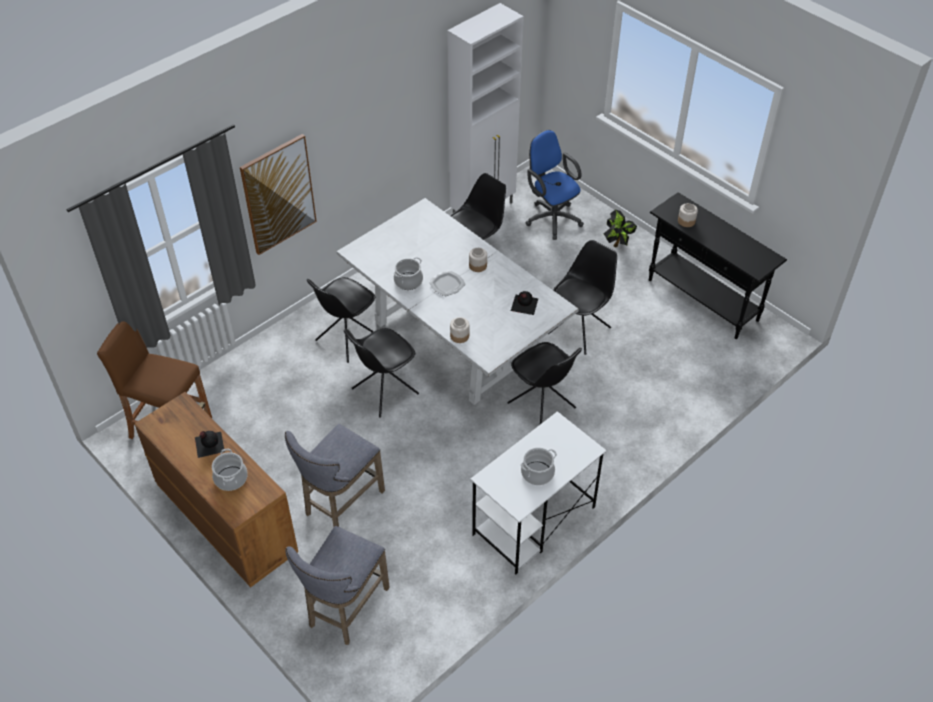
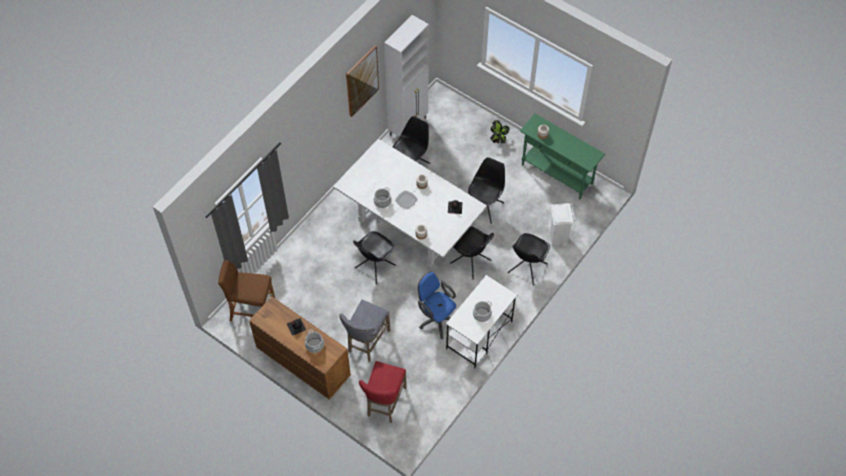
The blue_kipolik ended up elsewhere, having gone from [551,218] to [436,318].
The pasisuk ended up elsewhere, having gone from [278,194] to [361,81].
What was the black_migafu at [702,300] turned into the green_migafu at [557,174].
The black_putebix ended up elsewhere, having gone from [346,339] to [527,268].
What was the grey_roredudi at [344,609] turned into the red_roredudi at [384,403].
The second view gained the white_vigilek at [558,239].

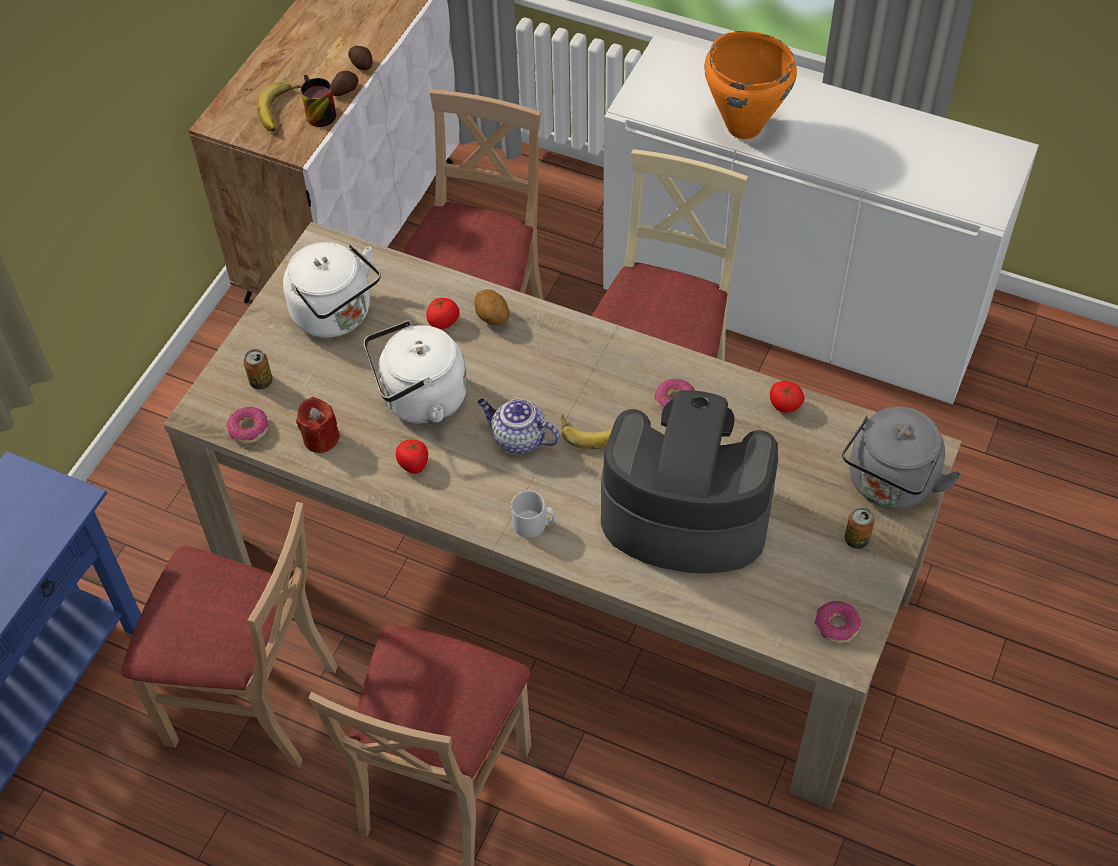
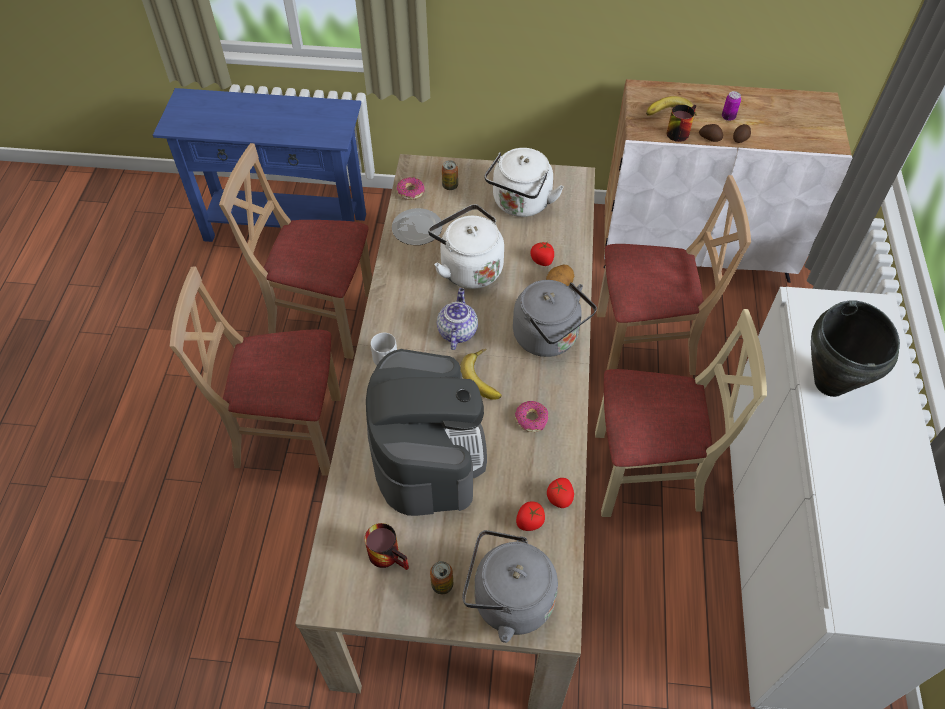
What was the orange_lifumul at [743,126] turned into the black_lifumul at [830,383].
Where the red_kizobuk stood at [320,438], the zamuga came to stand at [416,228].
The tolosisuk ended up elsewhere, having gone from [413,464] to [529,522].
The beige_putebix at [252,700] ended up facing another way, 105 degrees clockwise from before.
The second view lost the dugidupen at [836,626].
The second view gained the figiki at [728,117].
The second view gained the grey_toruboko at [549,338].
The second view gained the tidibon at [390,554].

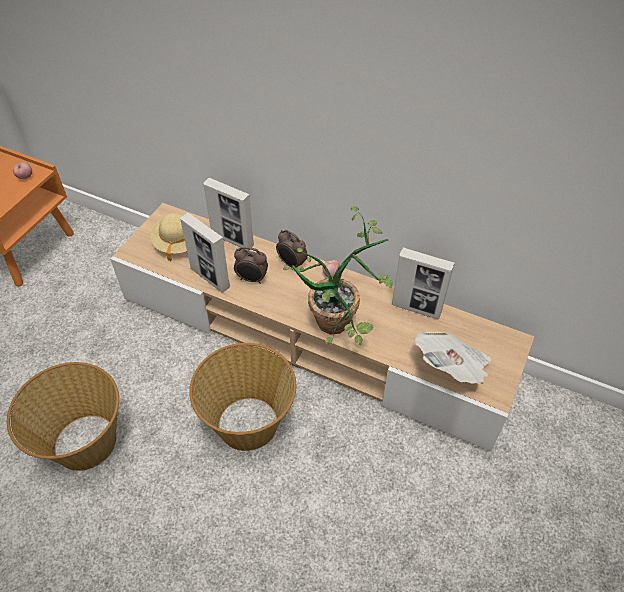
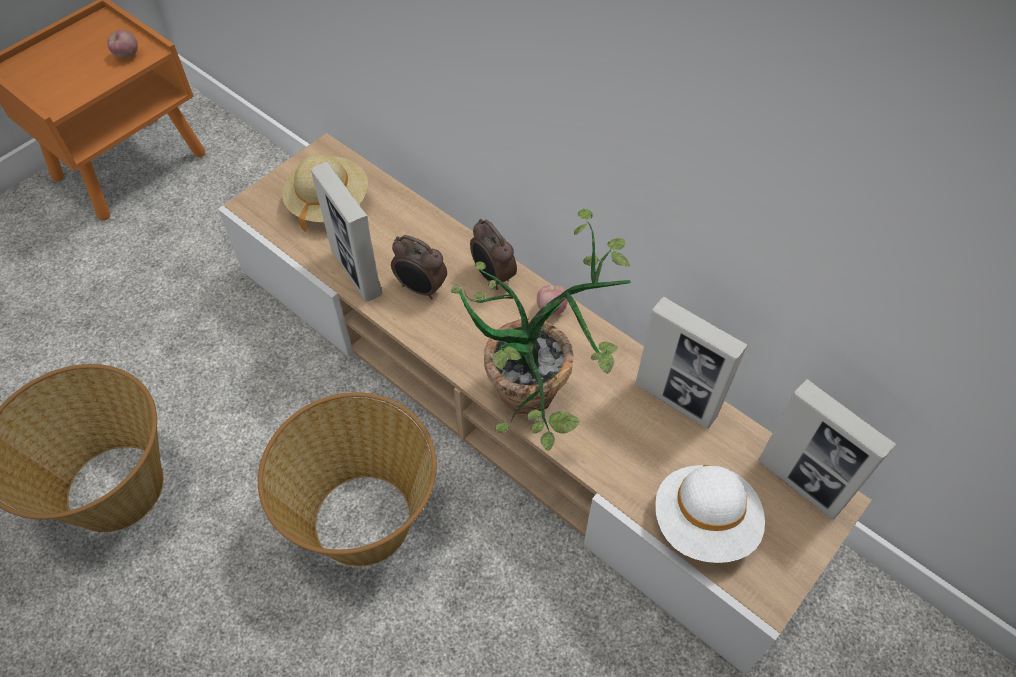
The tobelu ended up elsewhere, having gone from [232,240] to [800,484].
Where the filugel stood at [452,368], the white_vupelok came to stand at [704,523].

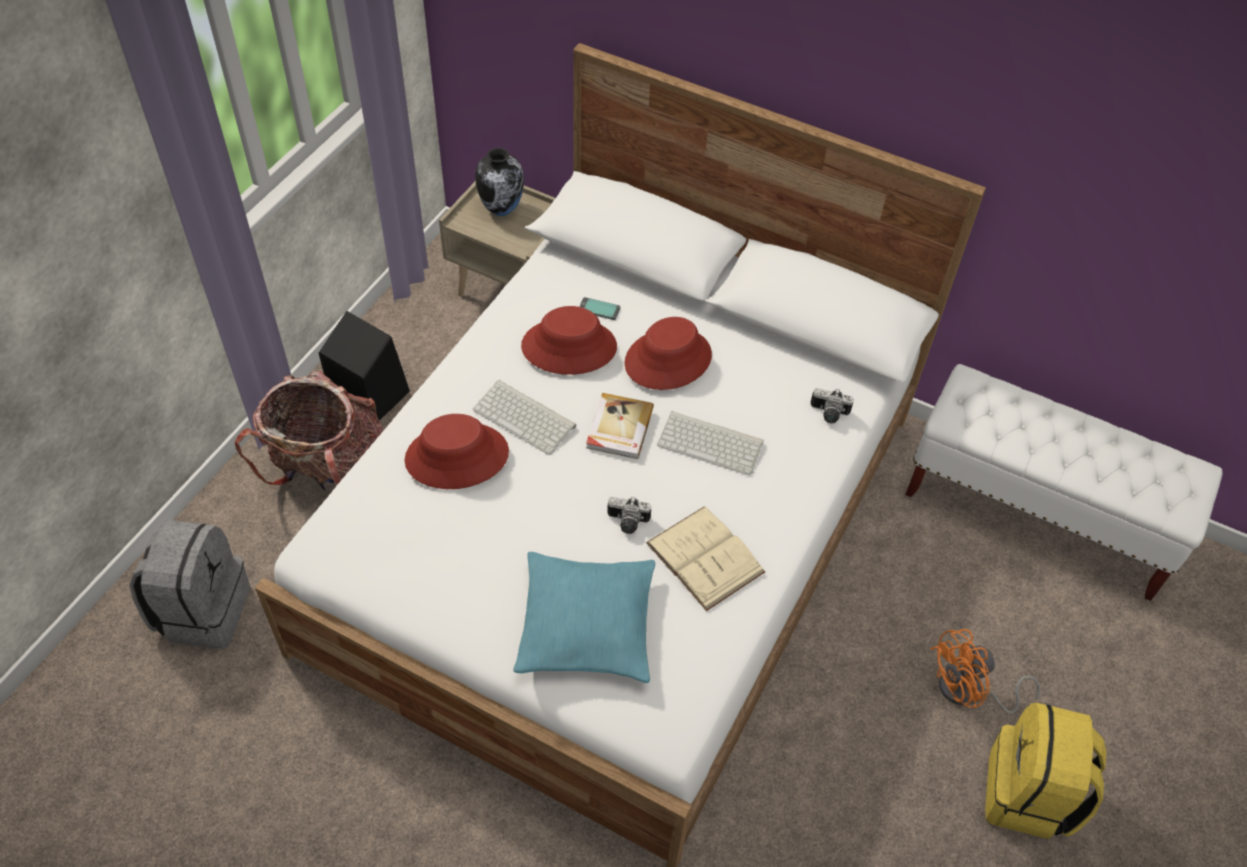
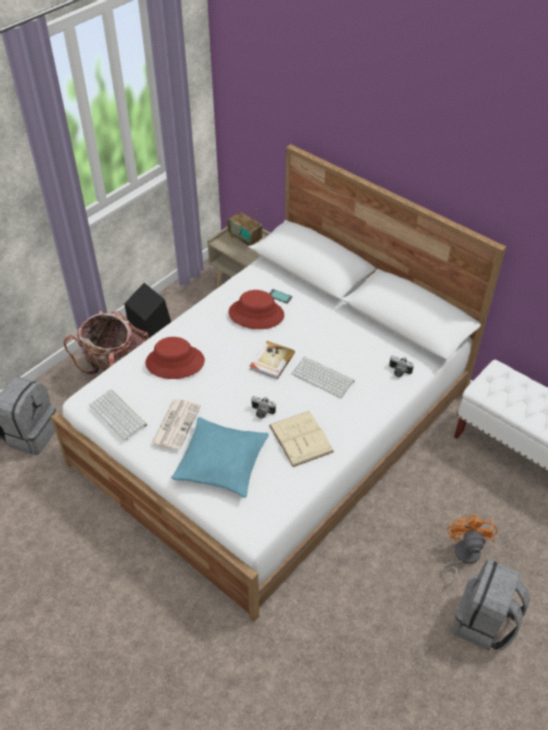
Where the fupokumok stood at [502,209], the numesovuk came to stand at [245,239].
The second view lost the red_vupelok at [668,359].
The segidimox ended up elsewhere, having gone from [526,417] to [119,415].
The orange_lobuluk at [968,692] ended up facing another way, 105 degrees clockwise from before.
What was the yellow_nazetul at [1029,795] turned into the grey_nazetul at [484,623].
The second view gained the filugel at [176,424].

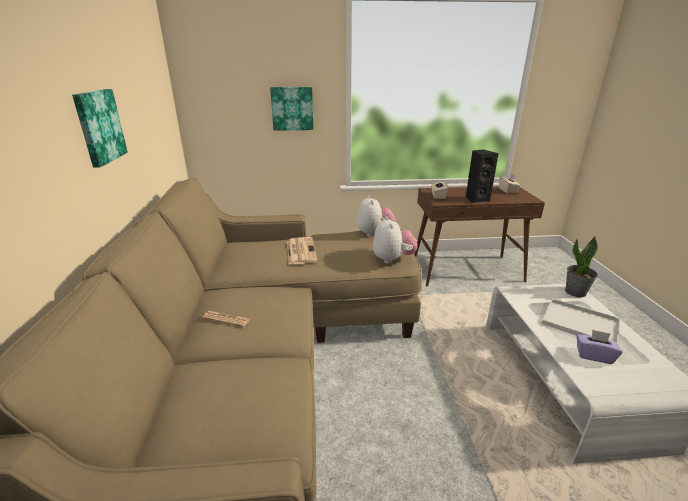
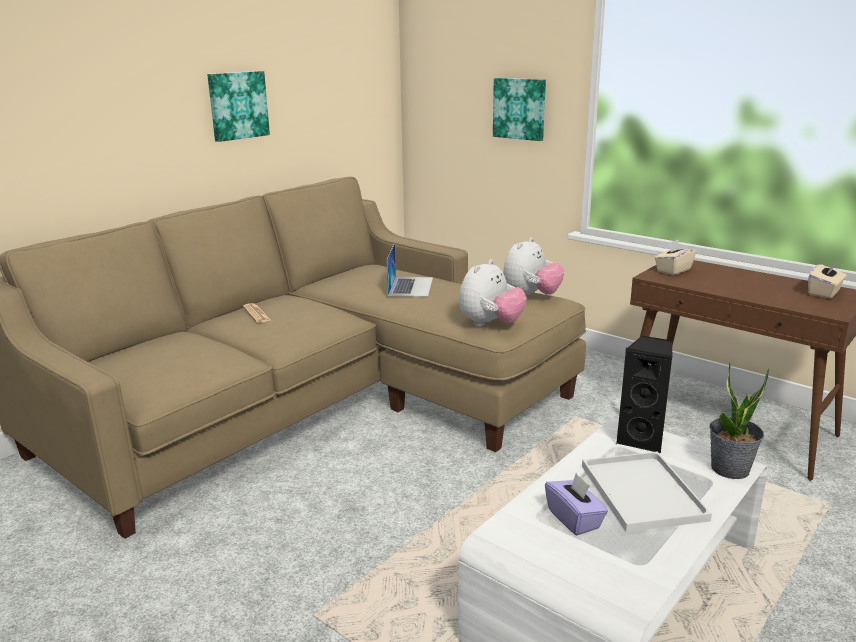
The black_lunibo ended up elsewhere, having gone from [476,199] to [642,440].
Where the filugel stood at [300,251], the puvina came to stand at [410,286].

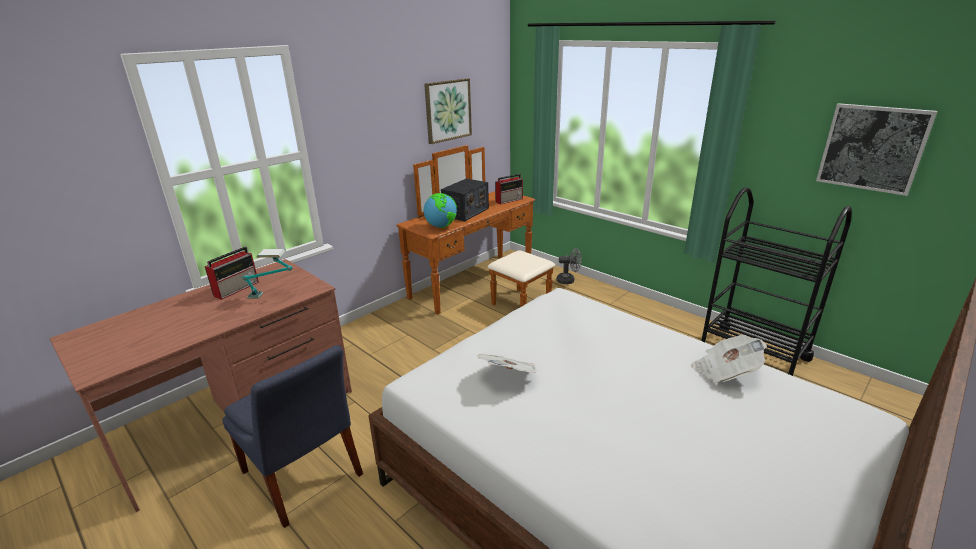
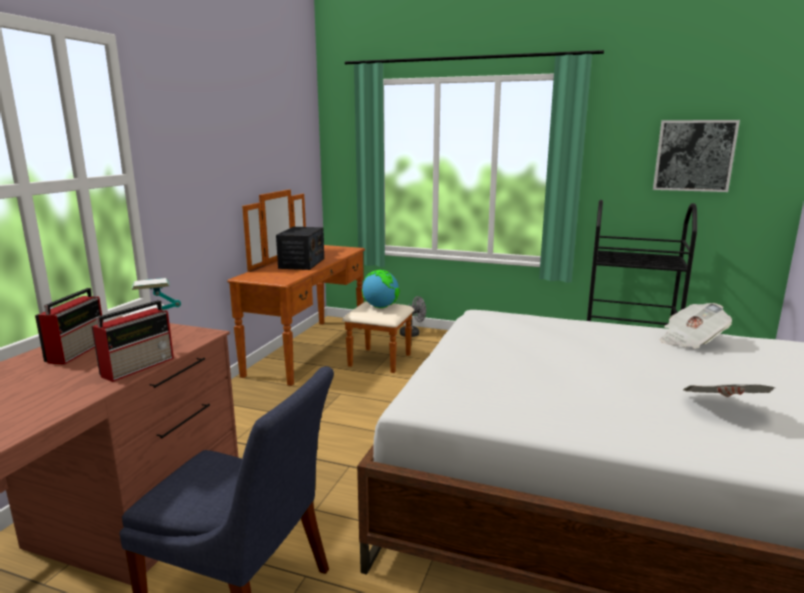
The second view lost the pasisuk at [447,110].
The numesovuk ended up elsewhere, having gone from [509,200] to [139,366].
The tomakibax ended up elsewhere, having gone from [441,226] to [380,307].
The filugel ended up elsewhere, having gone from [510,376] to [722,409].

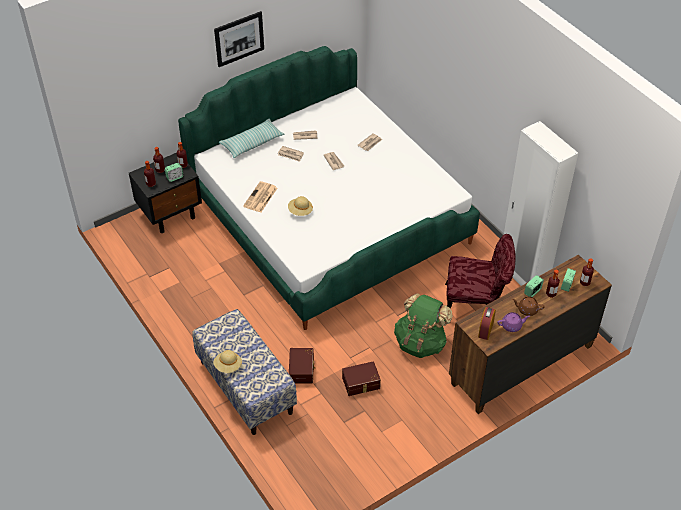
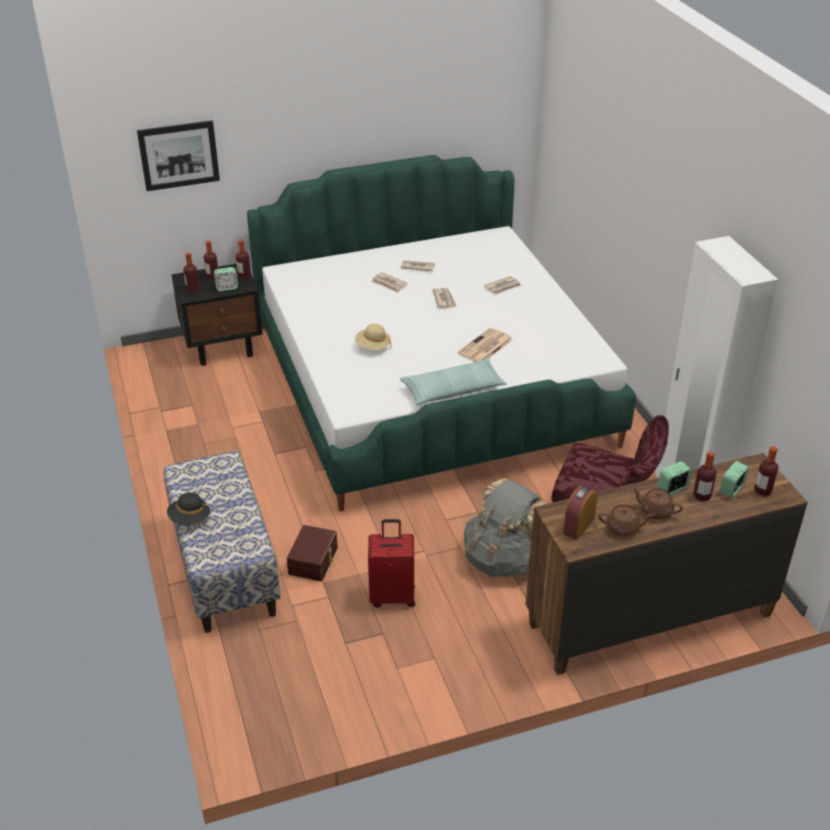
The pasisuk ended up elsewhere, having gone from [239,39] to [179,155].
The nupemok ended up elsewhere, having gone from [252,143] to [453,390].
The filugel ended up elsewhere, having gone from [260,198] to [485,347].
What was the green_nazetul at [420,342] turned into the grey_nazetul at [502,559].
What was the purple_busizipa at [512,326] turned into the brown_busizipa at [623,528].
What was the beige_vupelok at [228,366] turned into the black_vupelok at [189,519].
Where the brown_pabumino stood at [361,383], the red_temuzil came to stand at [392,596].

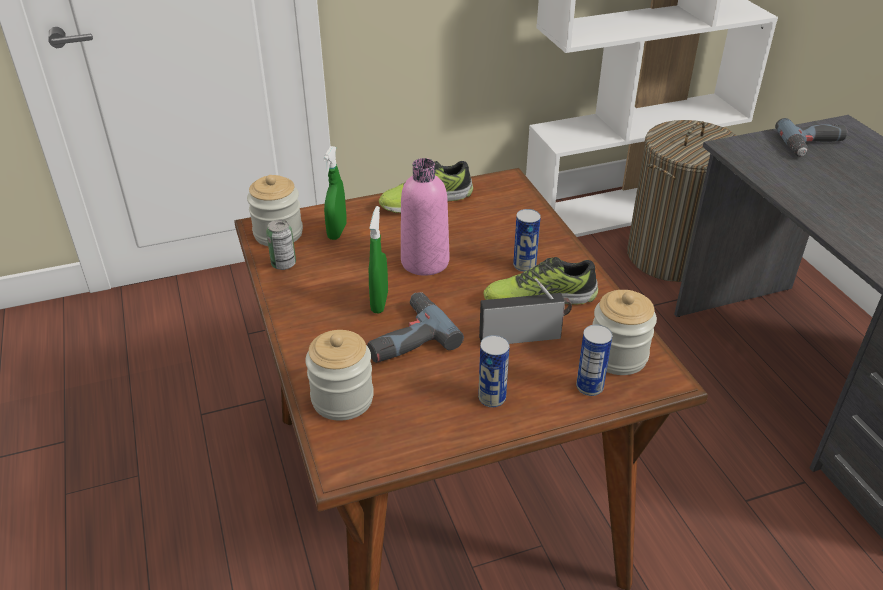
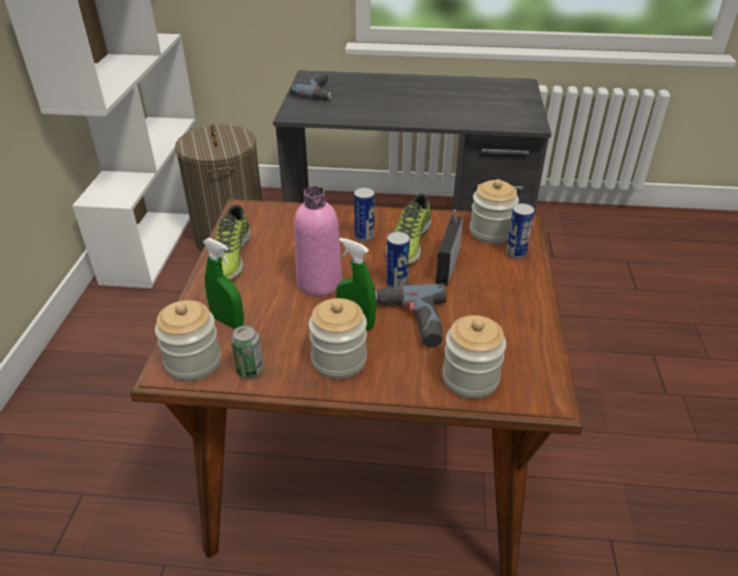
The figiki ended up elsewhere, having gone from [492,398] to [396,283].
The second view gained the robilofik at [339,360].

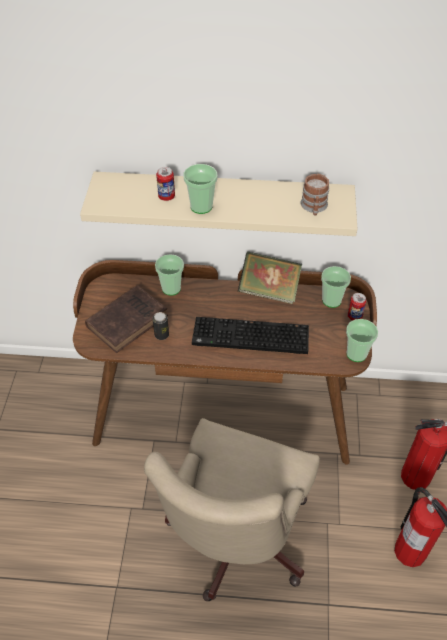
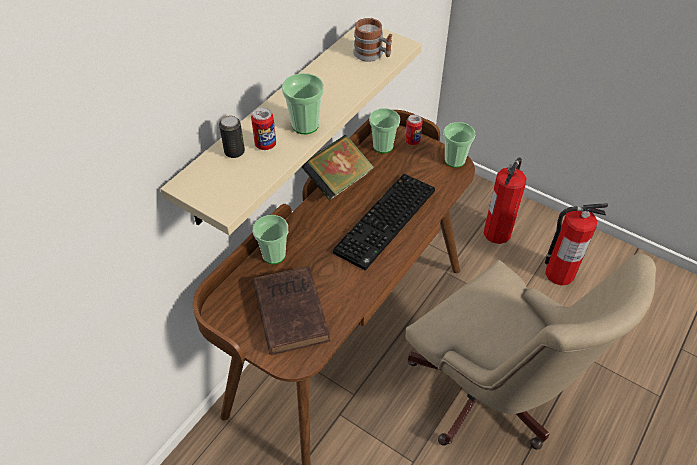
The figiki ended up elsewhere, having gone from [161,335] to [234,152].

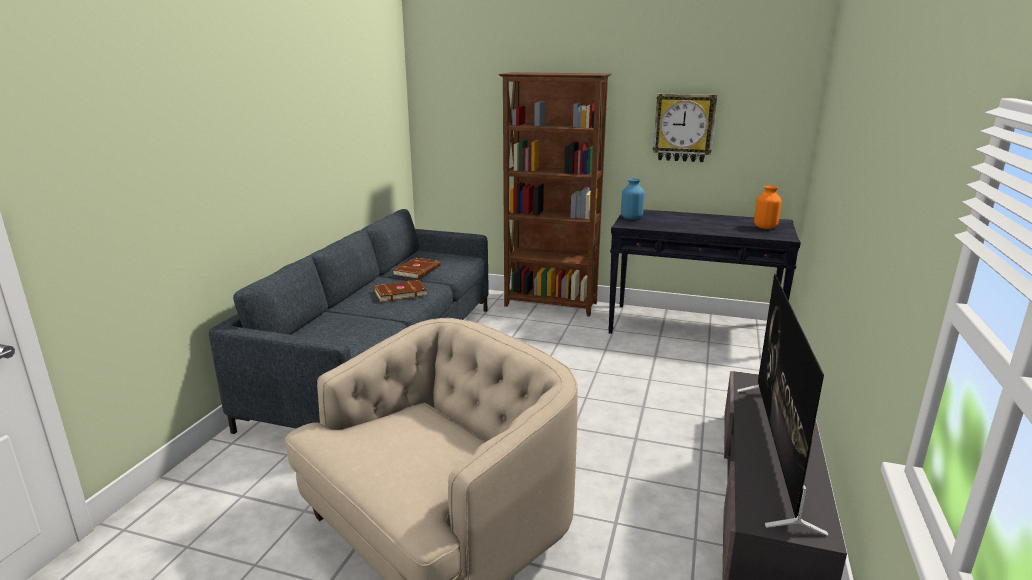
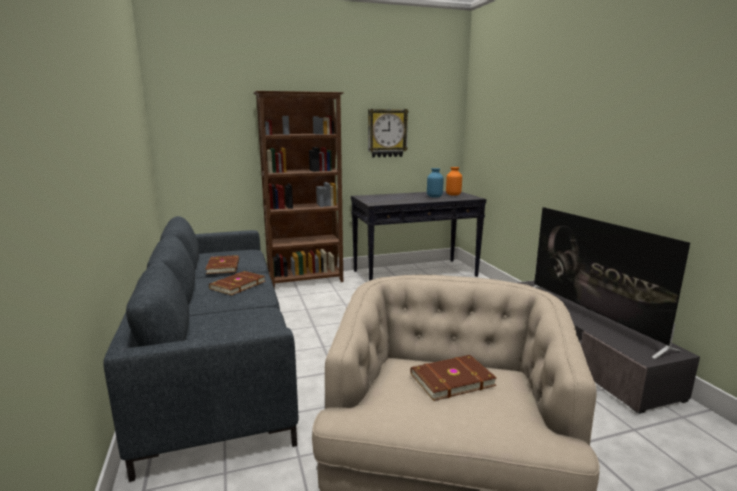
The blue_fupokumok ended up elsewhere, having gone from [632,218] to [434,197].
The second view gained the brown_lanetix at [451,379].

